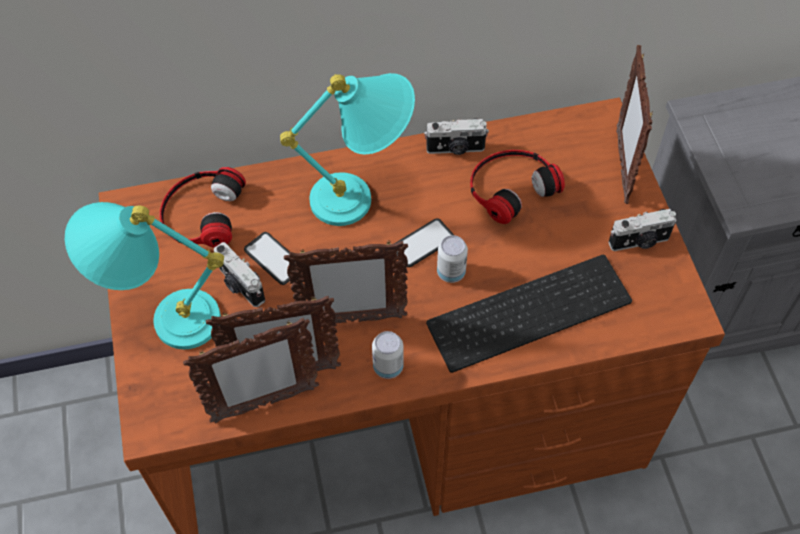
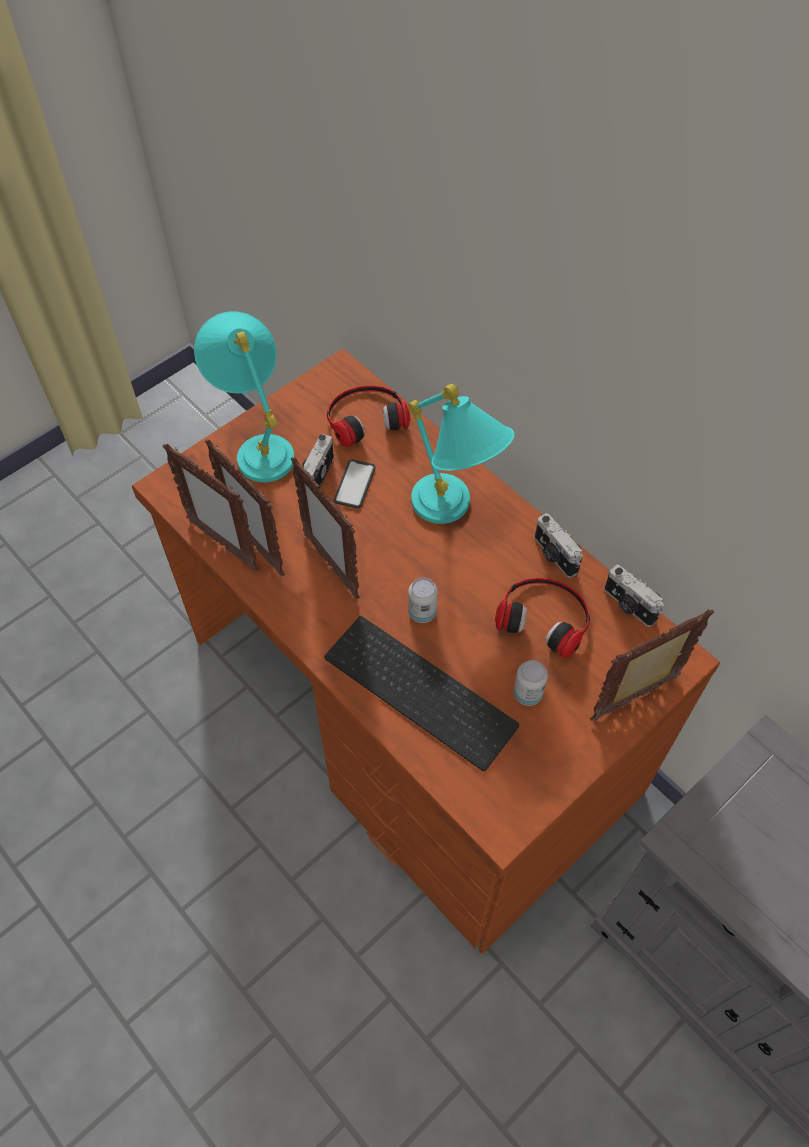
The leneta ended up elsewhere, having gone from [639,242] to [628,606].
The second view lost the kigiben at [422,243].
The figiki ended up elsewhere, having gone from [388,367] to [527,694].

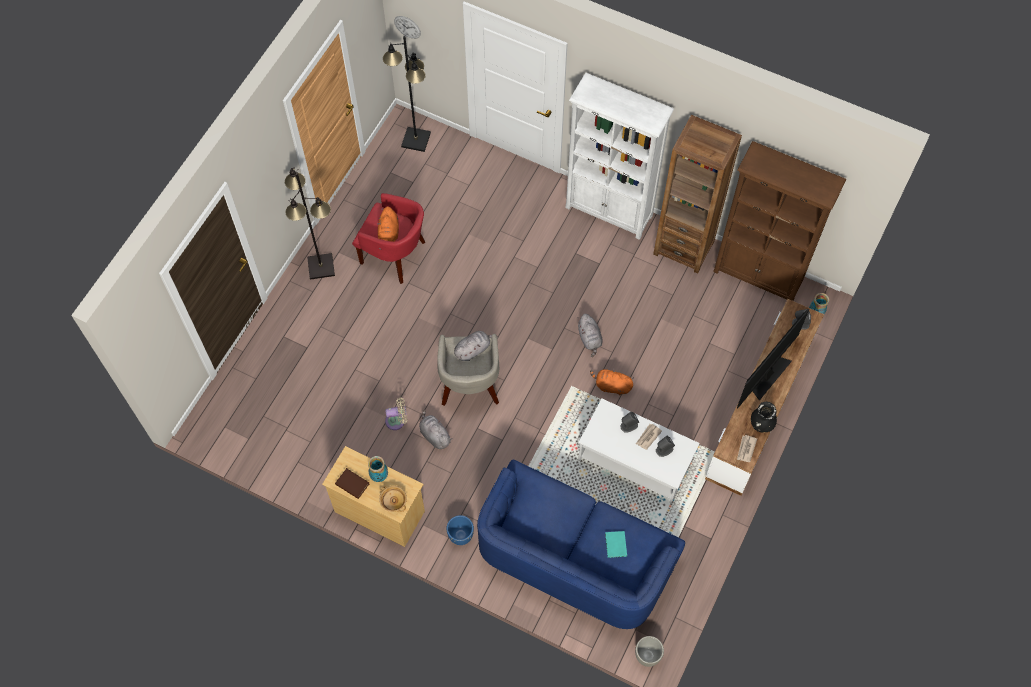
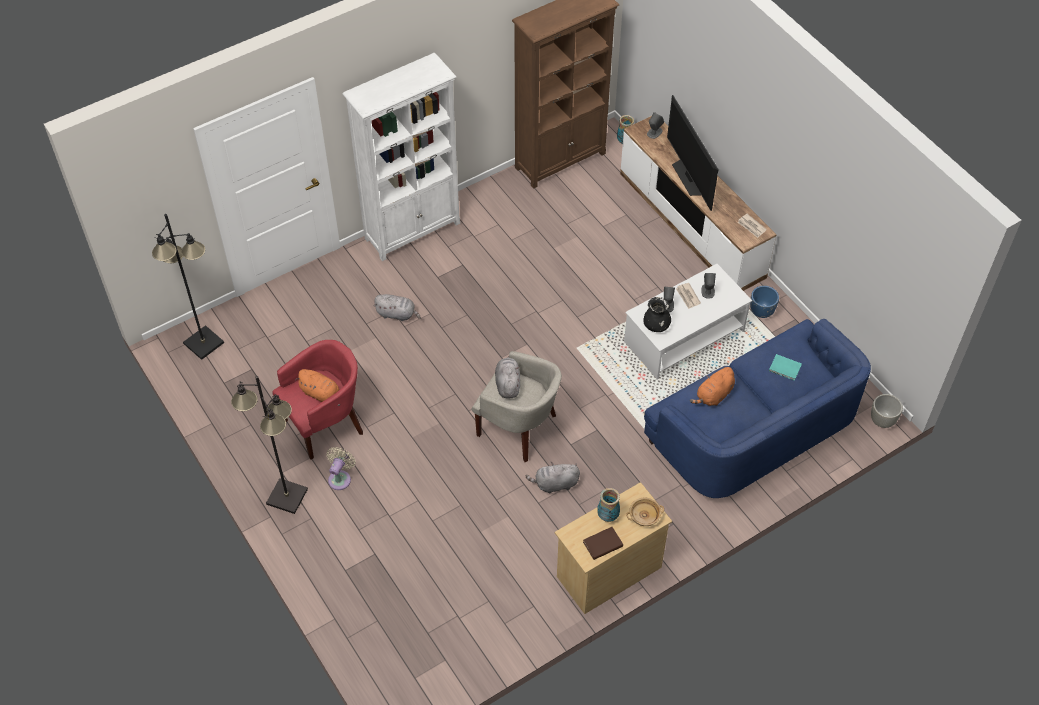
The second view lost the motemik at [407,27].
The second view lost the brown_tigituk at [683,248].
The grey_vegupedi ended up elsewhere, having gone from [590,339] to [397,314].
The orange_vegupedi ended up elsewhere, having gone from [611,386] to [713,395].
The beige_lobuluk ended up elsewhere, having gone from [397,420] to [340,478].
The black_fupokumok ended up elsewhere, having gone from [762,423] to [656,326].
The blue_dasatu ended up elsewhere, having gone from [461,535] to [761,311].

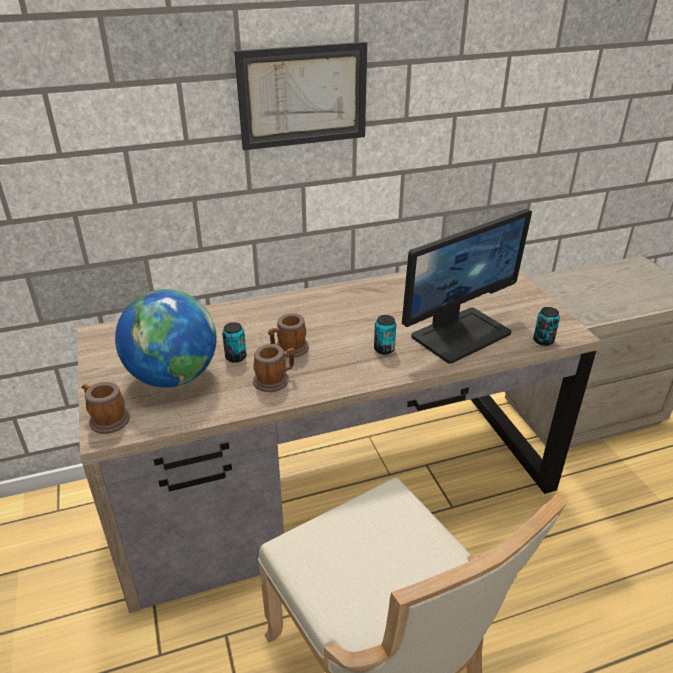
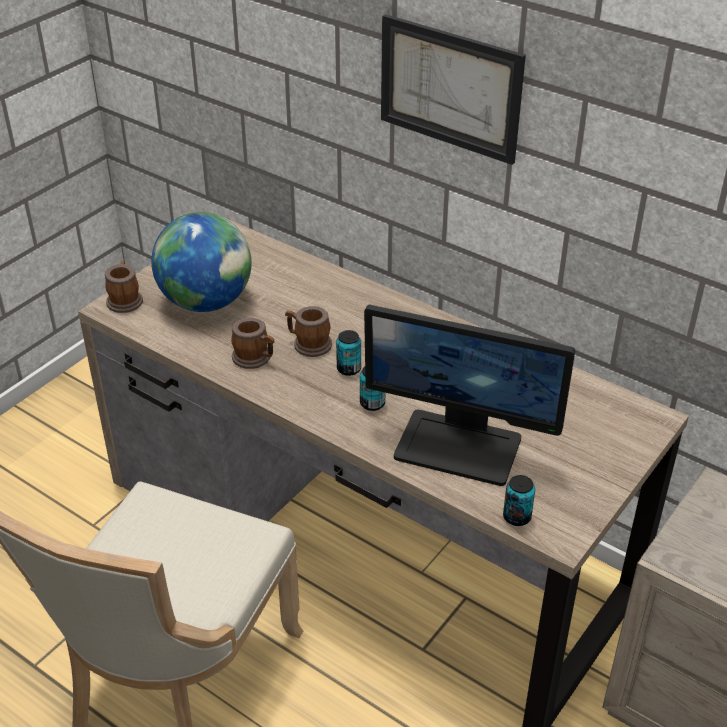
The figiki ended up elsewhere, having gone from [236,357] to [349,369].

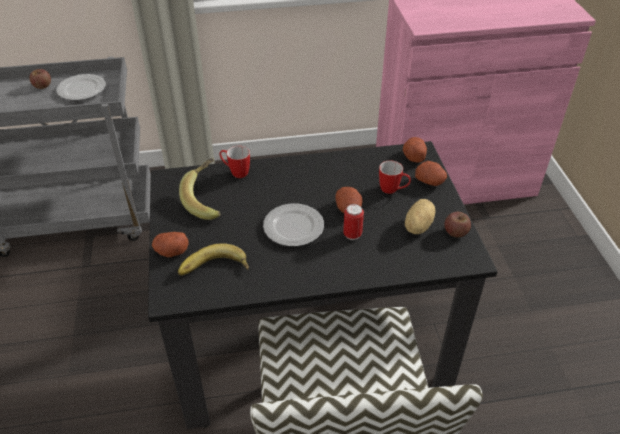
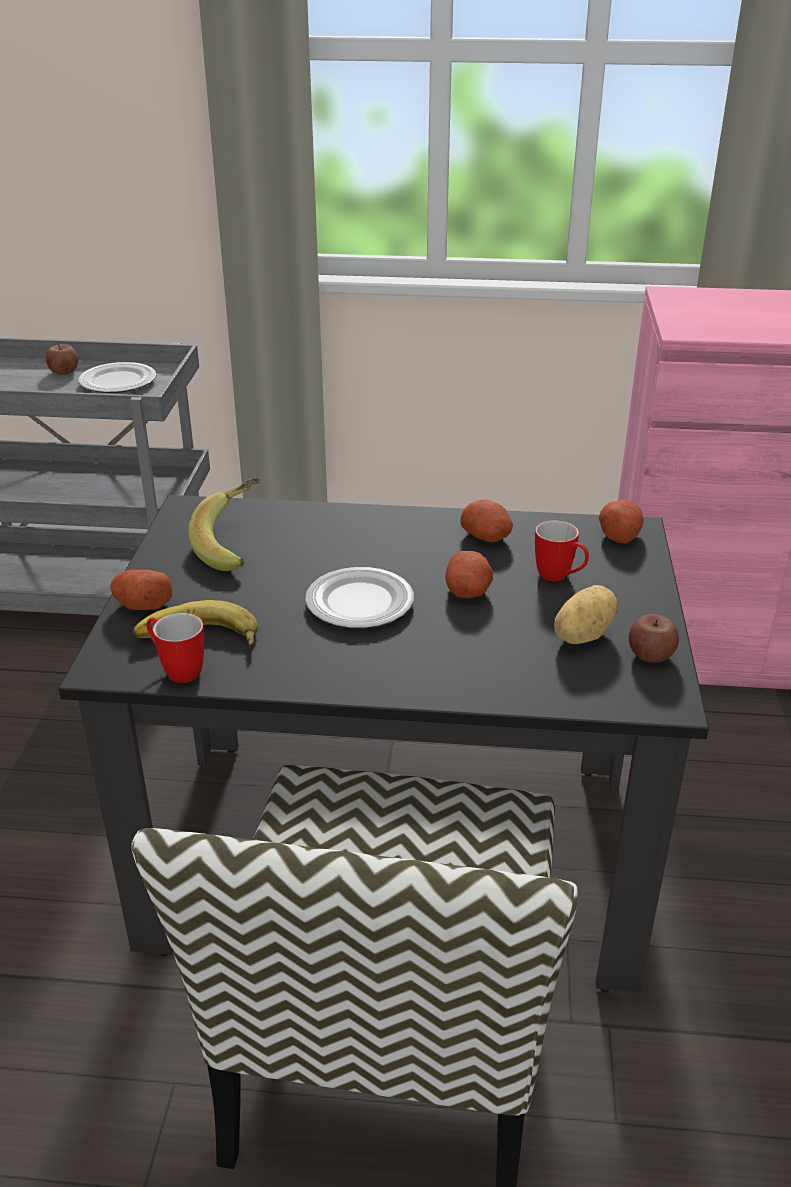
The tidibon ended up elsewhere, having gone from [235,172] to [177,669].
The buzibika ended up elsewhere, having gone from [430,181] to [487,536].
The second view lost the figiki at [352,234].

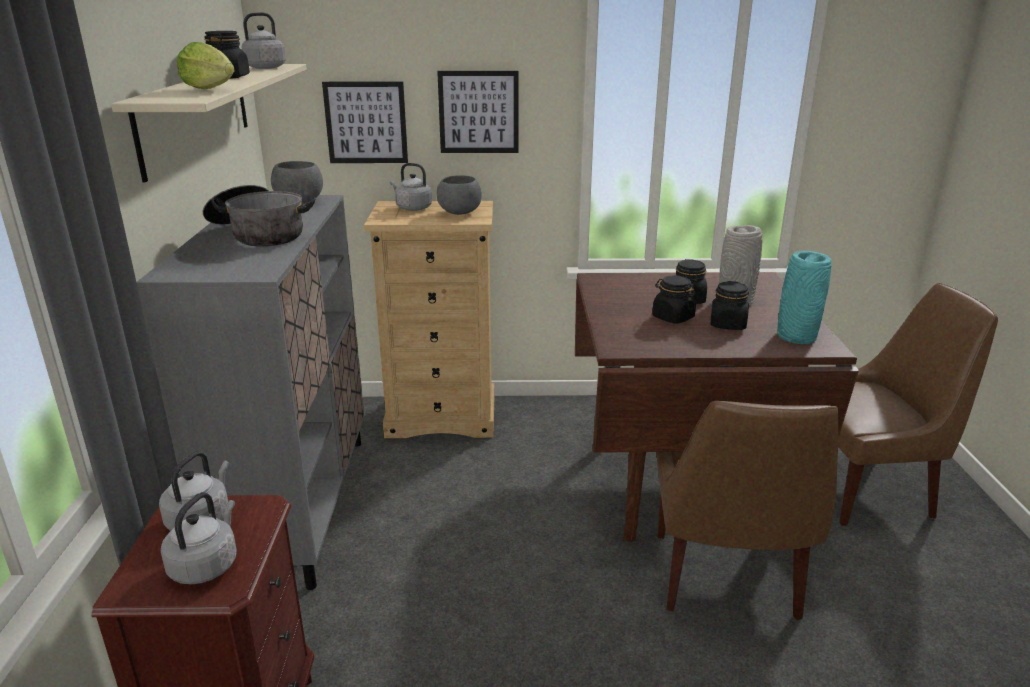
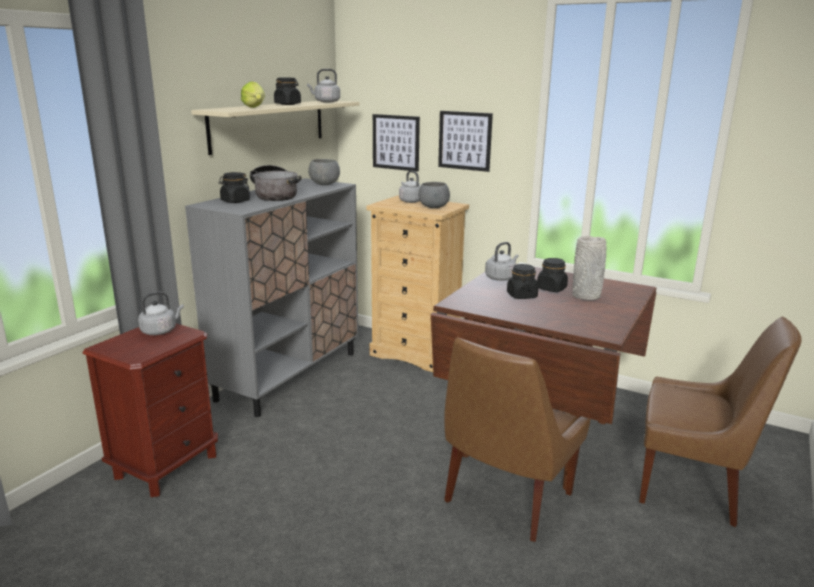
The second view lost the turquoise_fupokumok at [795,337].
The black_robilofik ended up elsewhere, having gone from [728,324] to [235,201].
The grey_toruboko ended up elsewhere, having gone from [206,565] to [501,278].

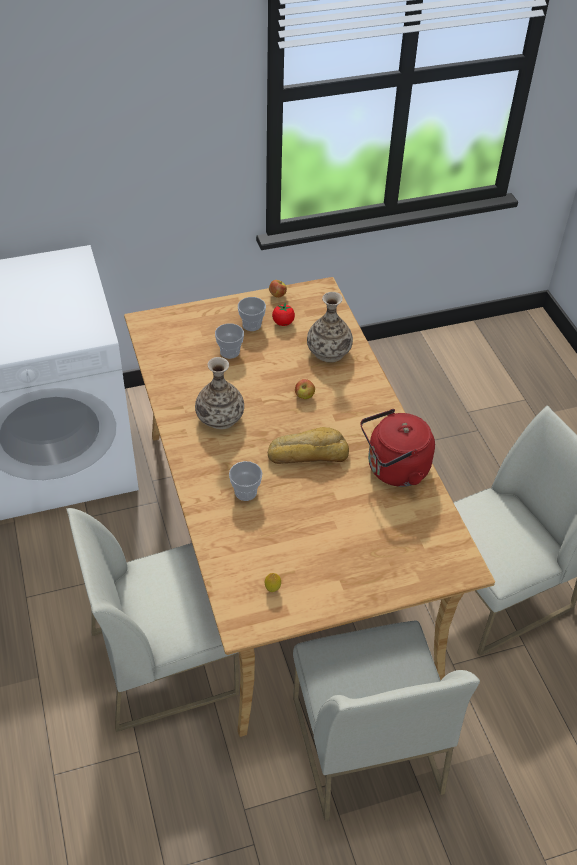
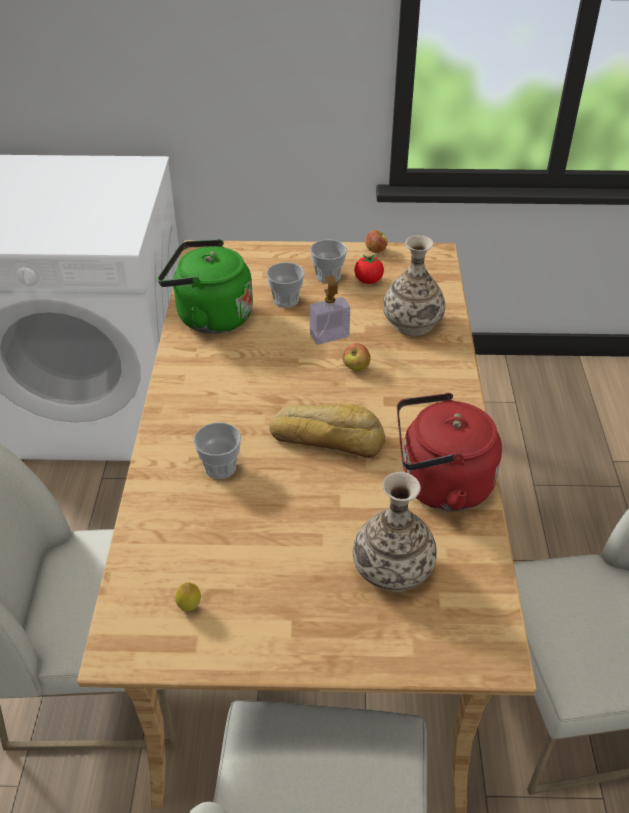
The fupokumok ended up elsewhere, having gone from [220,417] to [393,569].
The second view gained the green_toruboko at [209,317].
The second view gained the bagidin at [329,335].

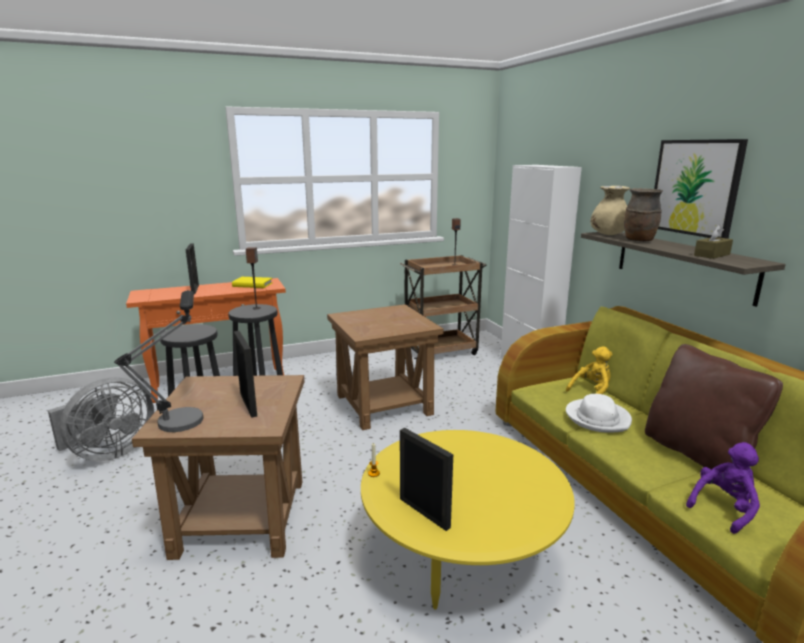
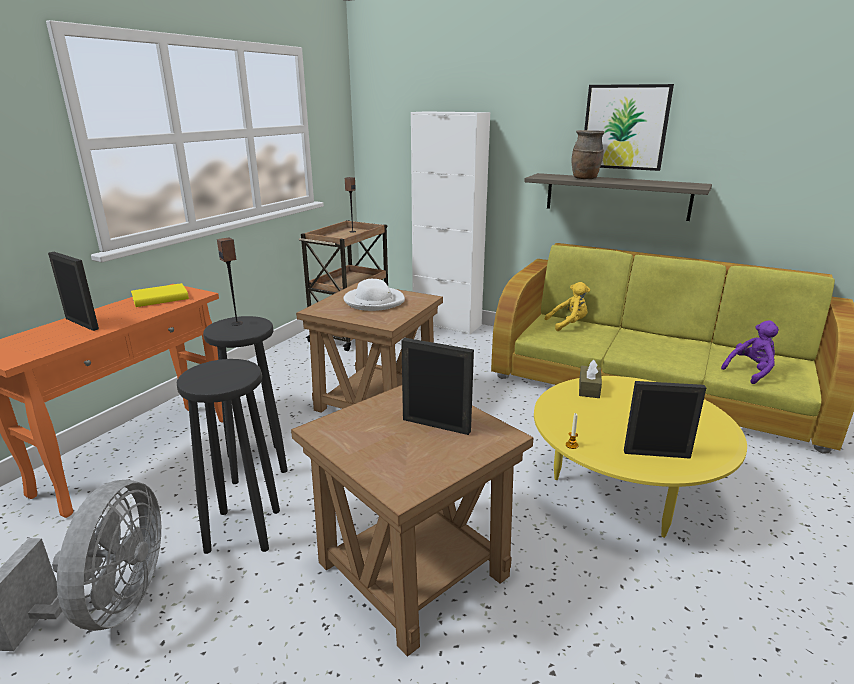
The second view lost the beige_fupokumok at [608,234].
The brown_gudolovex ended up elsewhere, having gone from [712,255] to [589,388].
The second view lost the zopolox at [184,414].
The second view lost the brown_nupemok at [697,454].
The yellow_vegupedi at [591,392] ended up facing another way, 60 degrees clockwise from before.
The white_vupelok ended up elsewhere, having gone from [597,418] to [374,301].
The purple_vegupedi at [724,508] ended up facing another way, 45 degrees clockwise from before.

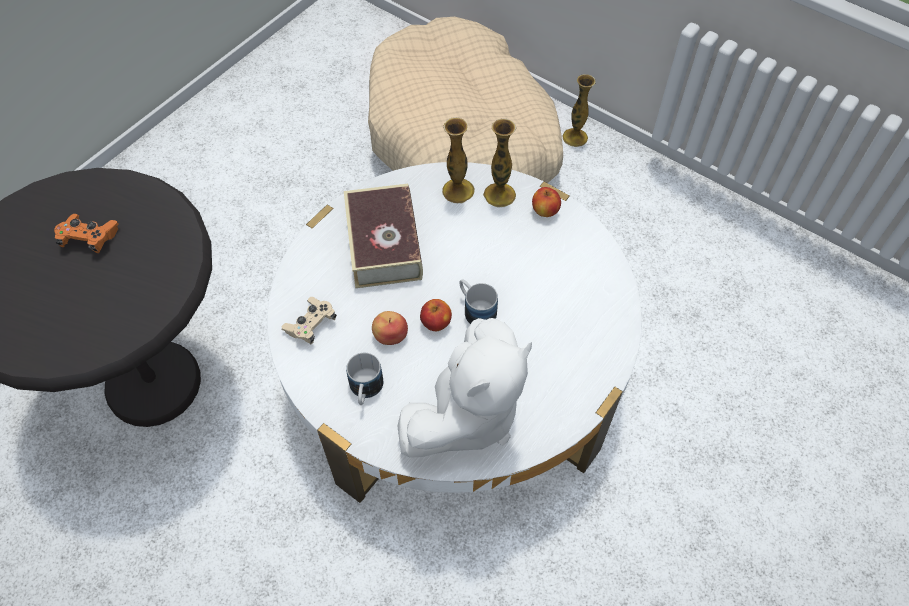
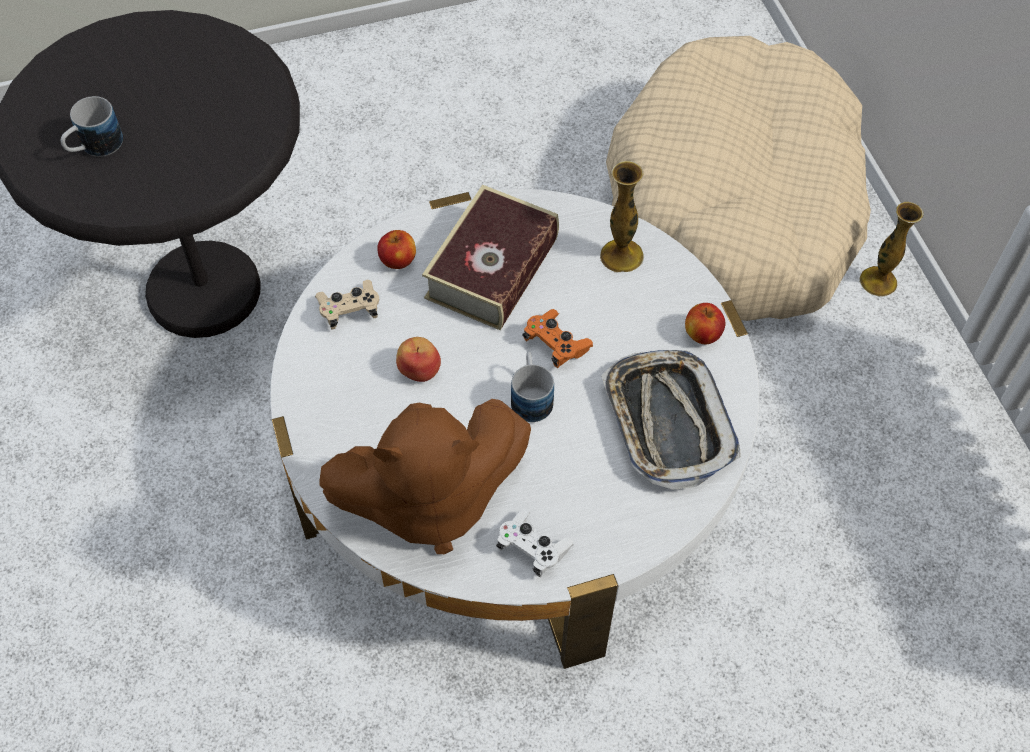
The second view lost the fupokumok at [499,195].
The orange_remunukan ended up elsewhere, having gone from [89,238] to [556,345].
The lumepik ended up elsewhere, having gone from [436,323] to [398,261].
What was the white_vegupedi at [466,414] turned into the brown_vegupedi at [429,500].
The tidibon ended up elsewhere, having gone from [365,391] to [94,147].
The second view gained the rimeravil at [667,422].
The second view gained the white_remunukan at [533,548].

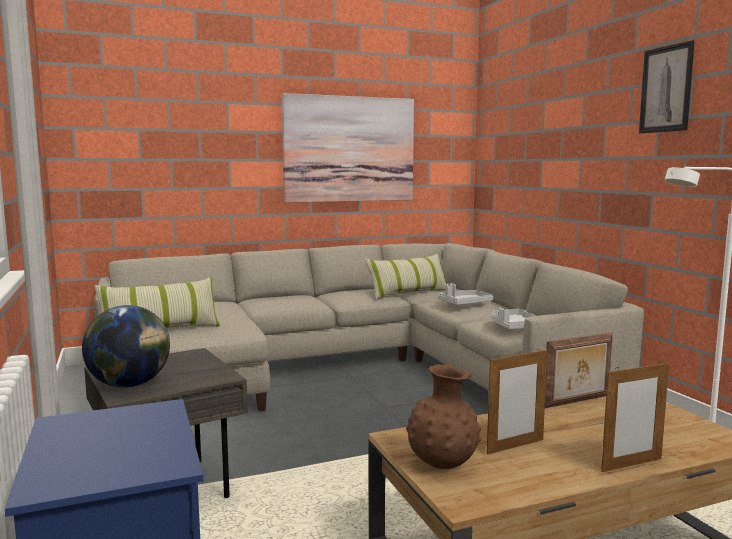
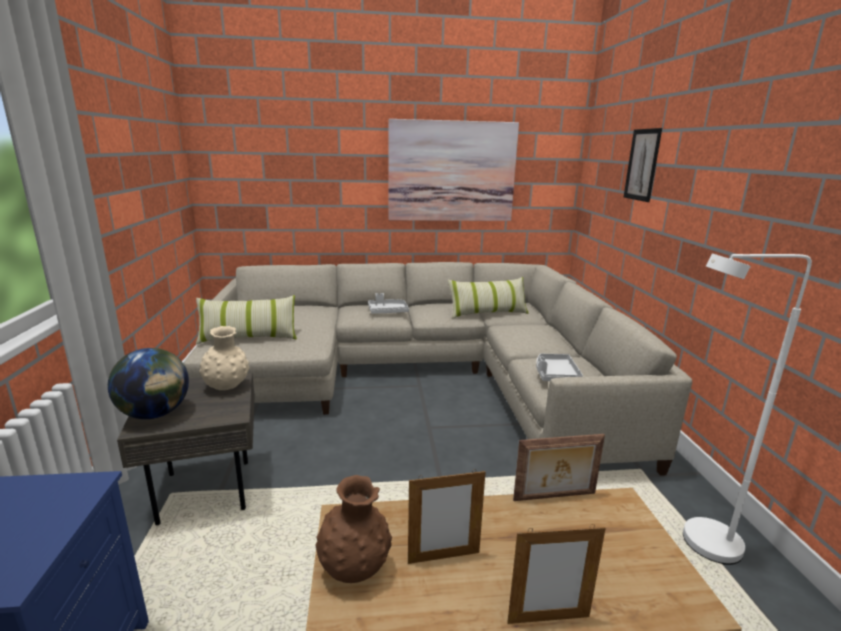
The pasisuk ended up elsewhere, having gone from [666,89] to [642,165].
The grey_rimeravil ended up elsewhere, having gone from [464,304] to [387,311].
The second view gained the beige_fupokumok at [227,387].

